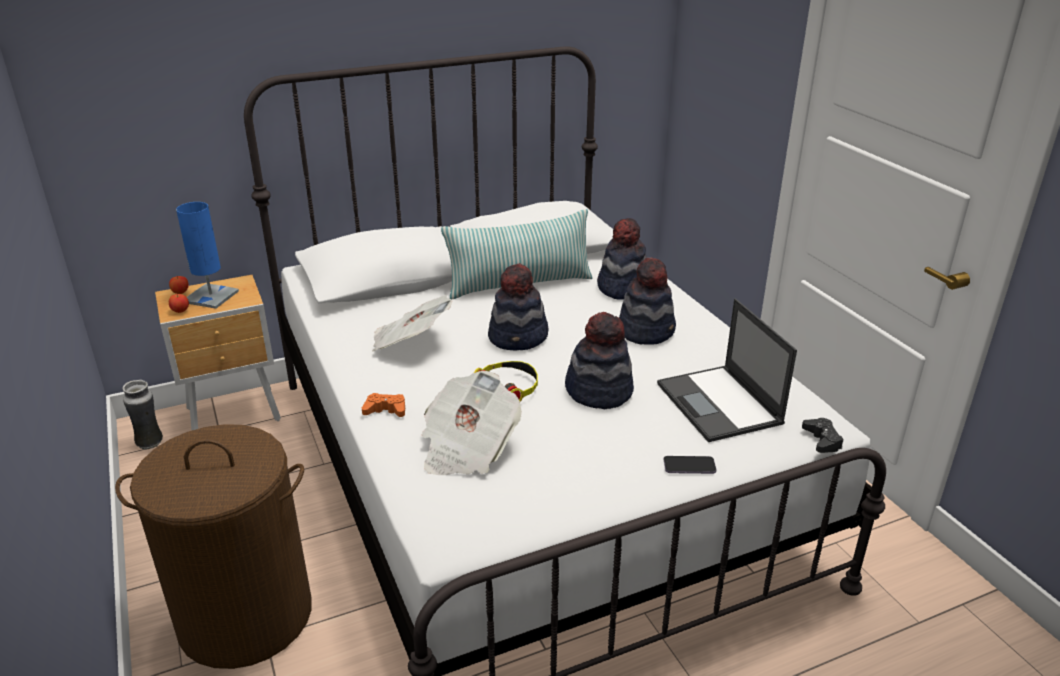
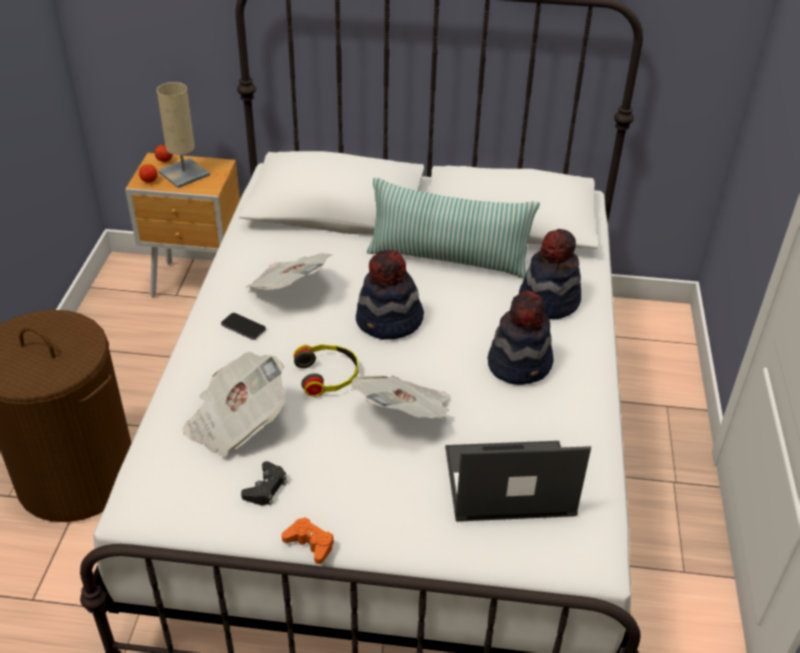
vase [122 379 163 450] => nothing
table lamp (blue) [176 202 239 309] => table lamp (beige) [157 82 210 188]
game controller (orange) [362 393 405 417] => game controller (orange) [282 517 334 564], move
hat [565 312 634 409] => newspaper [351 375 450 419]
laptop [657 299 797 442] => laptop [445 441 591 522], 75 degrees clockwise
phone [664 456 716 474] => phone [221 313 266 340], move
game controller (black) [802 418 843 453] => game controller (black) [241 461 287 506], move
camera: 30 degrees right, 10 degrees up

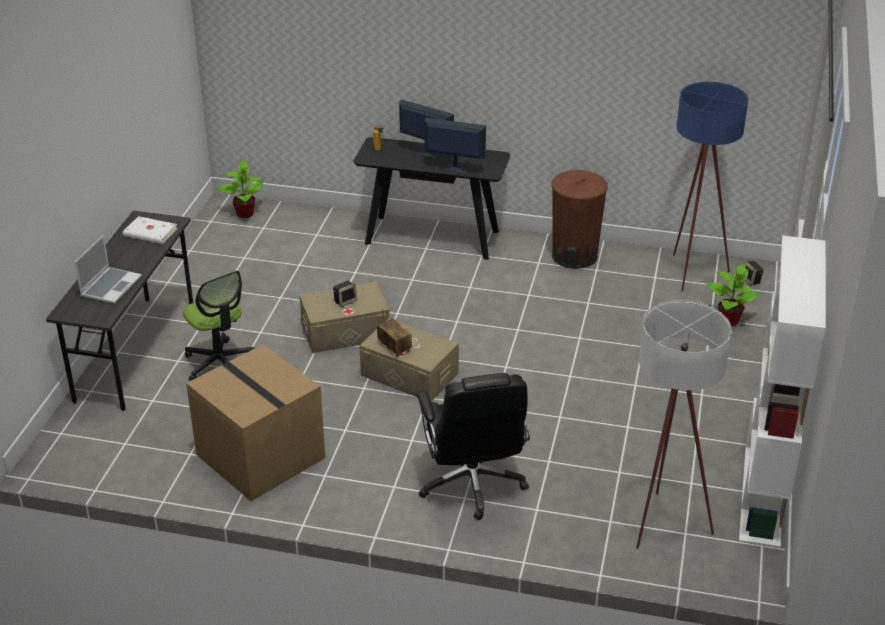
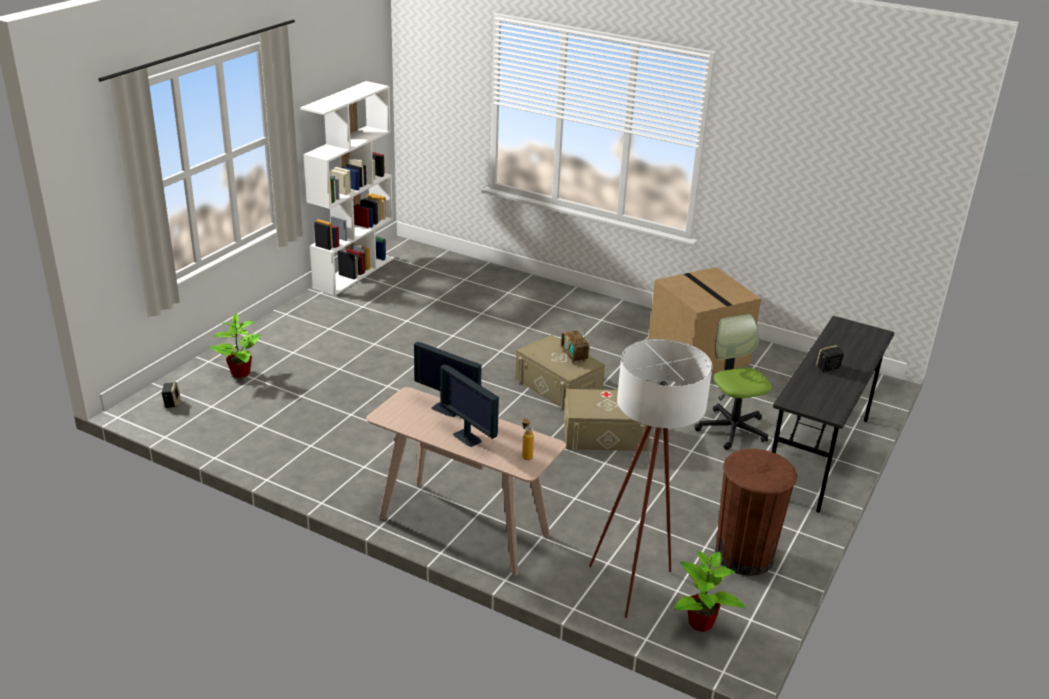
laptop [74 235 142 304] => nothing
book (white) [123 216 177 244] => nothing
speaker [333 281 357 307] => speaker [816 345 844 372], move
console table (black) [353 137 510 260] => console table (beige) [366 387 566 576]
office chair (black) [417 373 530 520] => nothing
trash can (brown) [552 170 608 269] => trash can (brown) [715 449 797 576], move
floor lamp (white) [636 300 732 549] => floor lamp (white) [589 339 713 618], move
floor lamp (blue) [673 82 749 292] => nothing
camera: 165 degrees left, 5 degrees down

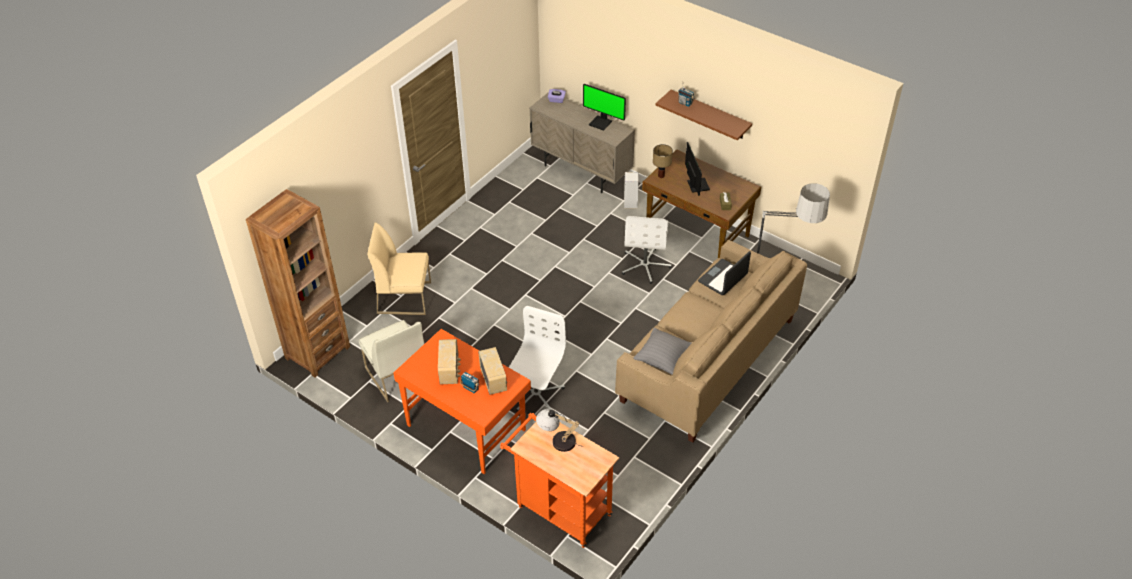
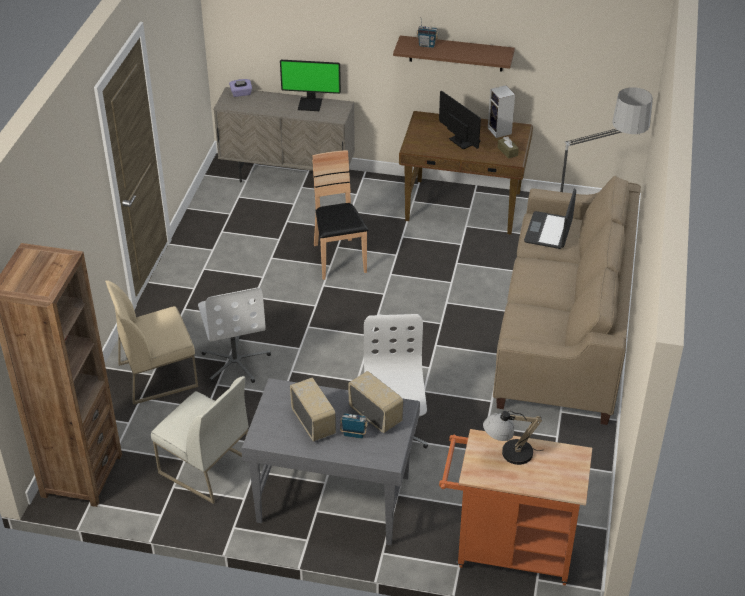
desk (orange) [393 329 531 474] => desk (grey) [241 378 420 545]
office chair (white) [622 216 672 284] => office chair (white) [198 288 271 383], move
speaker [624 172 639 209] => speaker [488 85 515 138], move
pillow (grey) [633 328 692 375] => nothing
table lamp [653 144 673 178] => nothing
nothing => chair (brown) [312 150 368 280]
camera: 25 degrees left, 5 degrees down

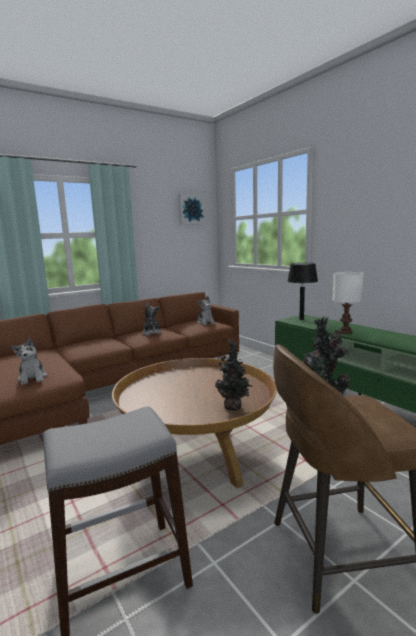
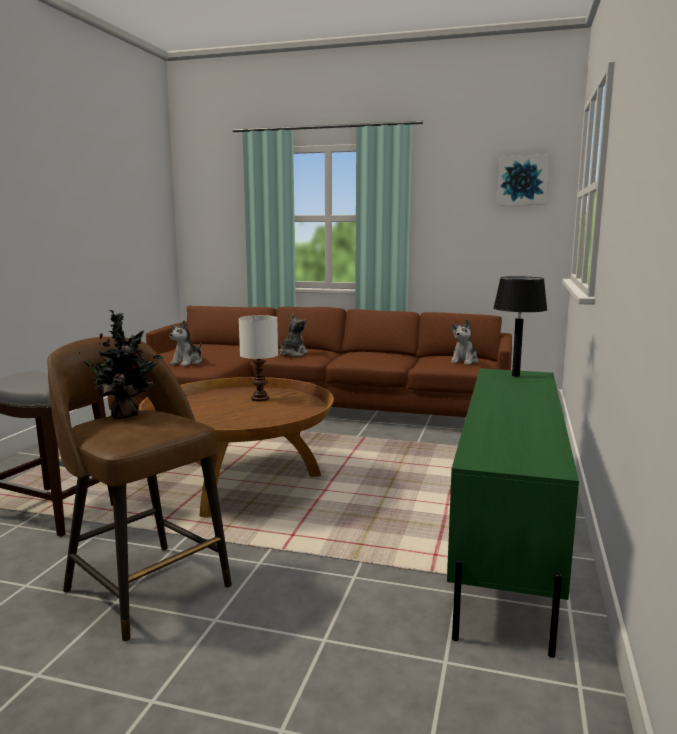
plush toy [142 303 161 335] => plush toy [280 313 308 356], move
potted plant [215 339 253 411] => nothing
table lamp (white) [333 272 364 334] => table lamp (white) [239 315 278 402], move
camera: 50 degrees right, 0 degrees up

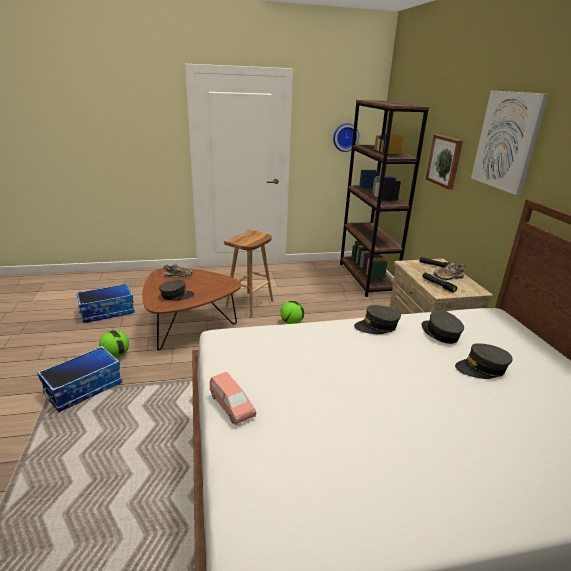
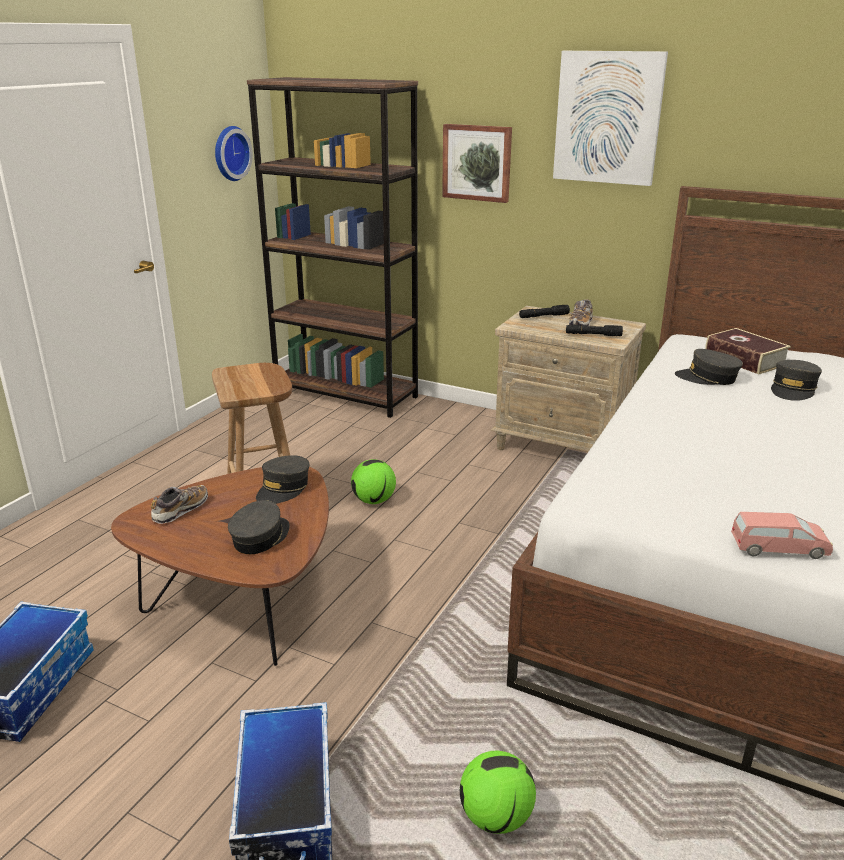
football [99 330 129 358] => football [460 750 536 834], move
cap (grey) [354 305 401 334] => cap (grey) [256 455 309 504], move
nothing => book [705 328 791 374]
camera: 50 degrees left, 0 degrees up

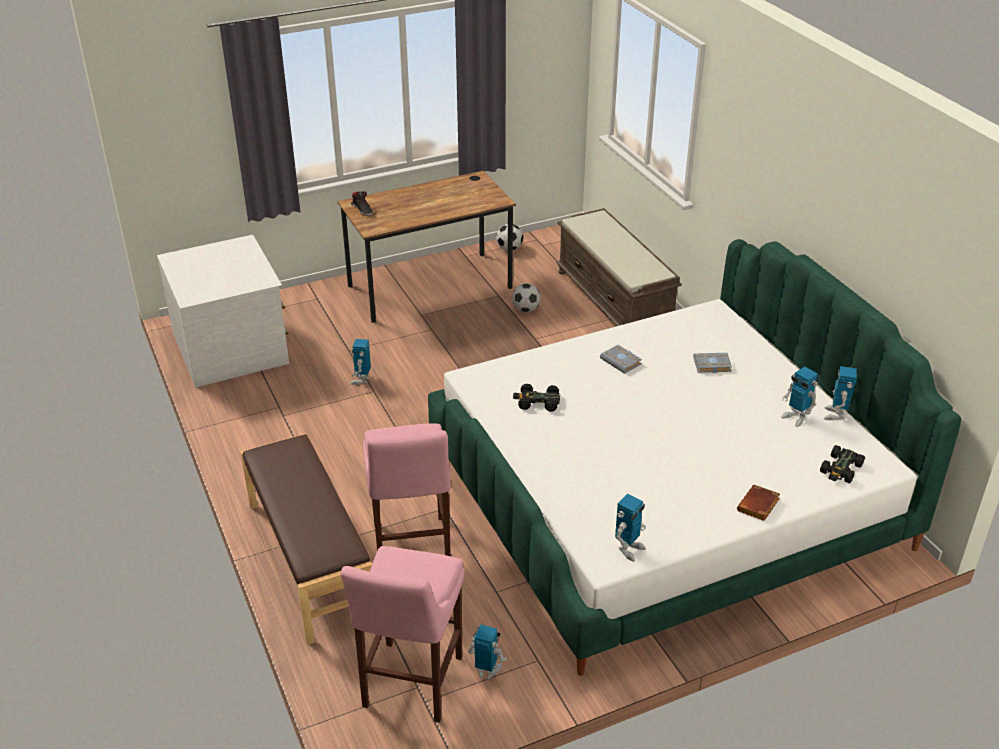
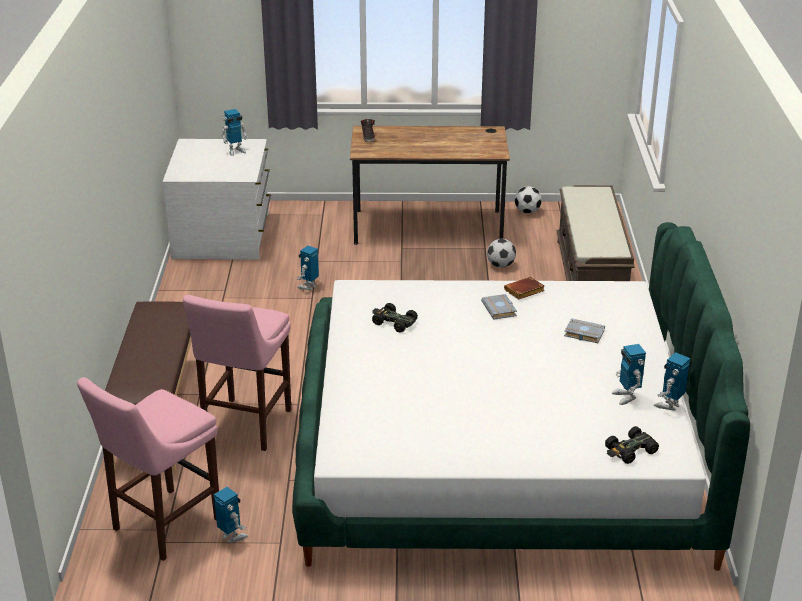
toy robot [615 494 646 562] => toy robot [221 109 248 156], move
book (brown) [737 485 780 521] => book (brown) [504 277 545 300], move
camera: 25 degrees right, 5 degrees down

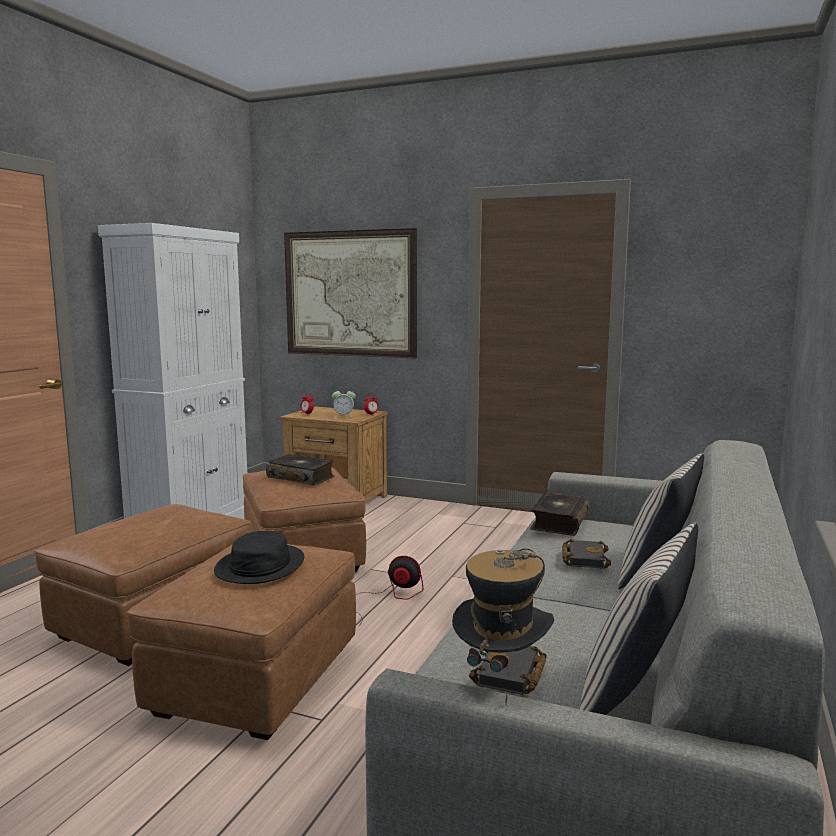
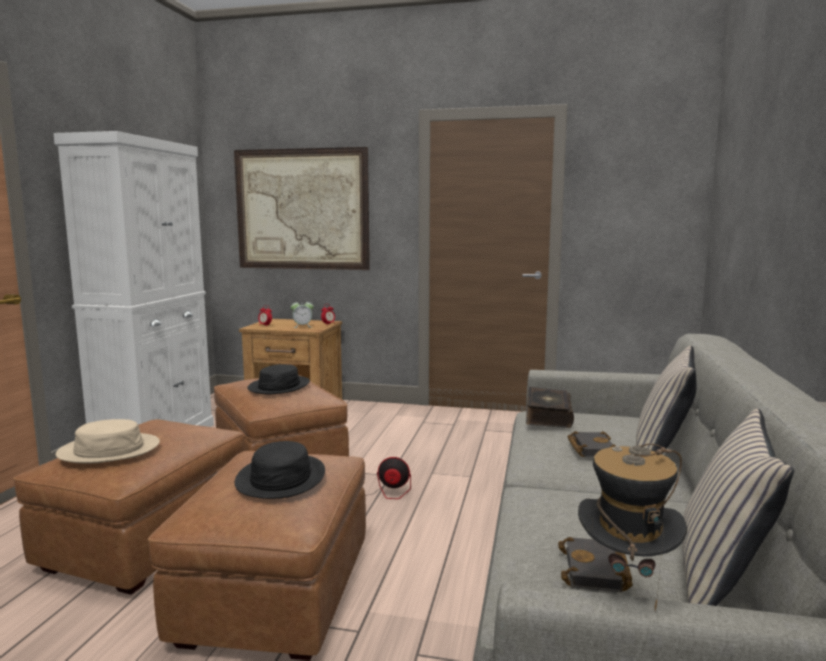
book [266 454 334 486] => hat (black) [247 364 310 394]
nothing => hat (beige) [56 419 160 464]
camera: 10 degrees left, 0 degrees up

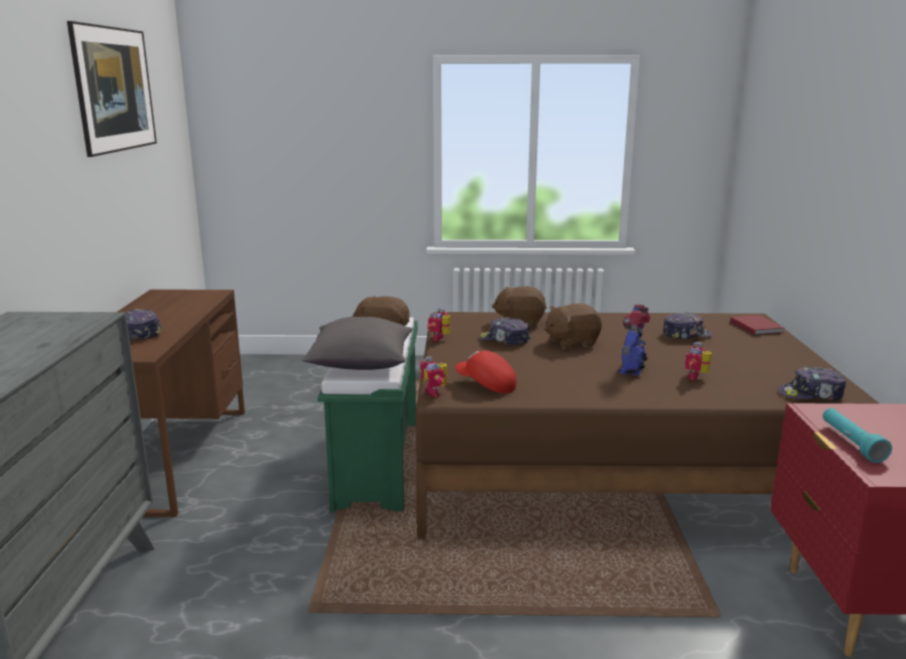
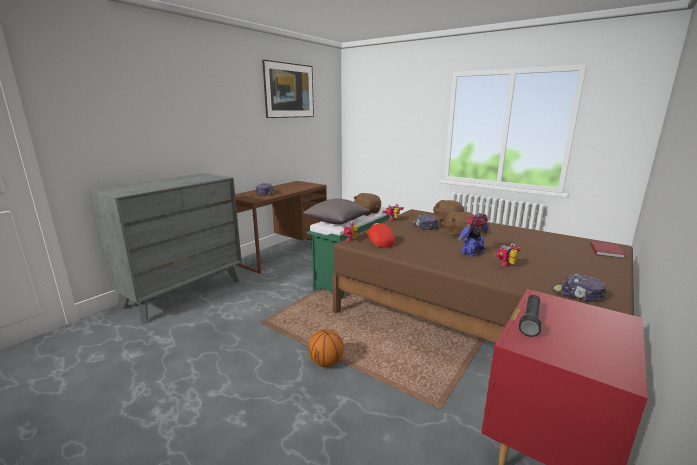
cap [663 312 713 340] => nothing
flashlight (turquoise) [823 408 892 463] => flashlight (black) [519 295 541 337]
nothing => basketball [308 329 344 367]
camera: 35 degrees right, 0 degrees up

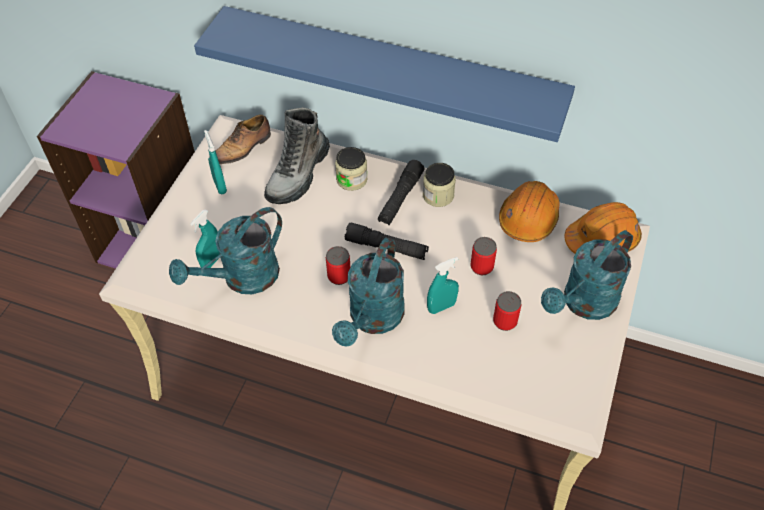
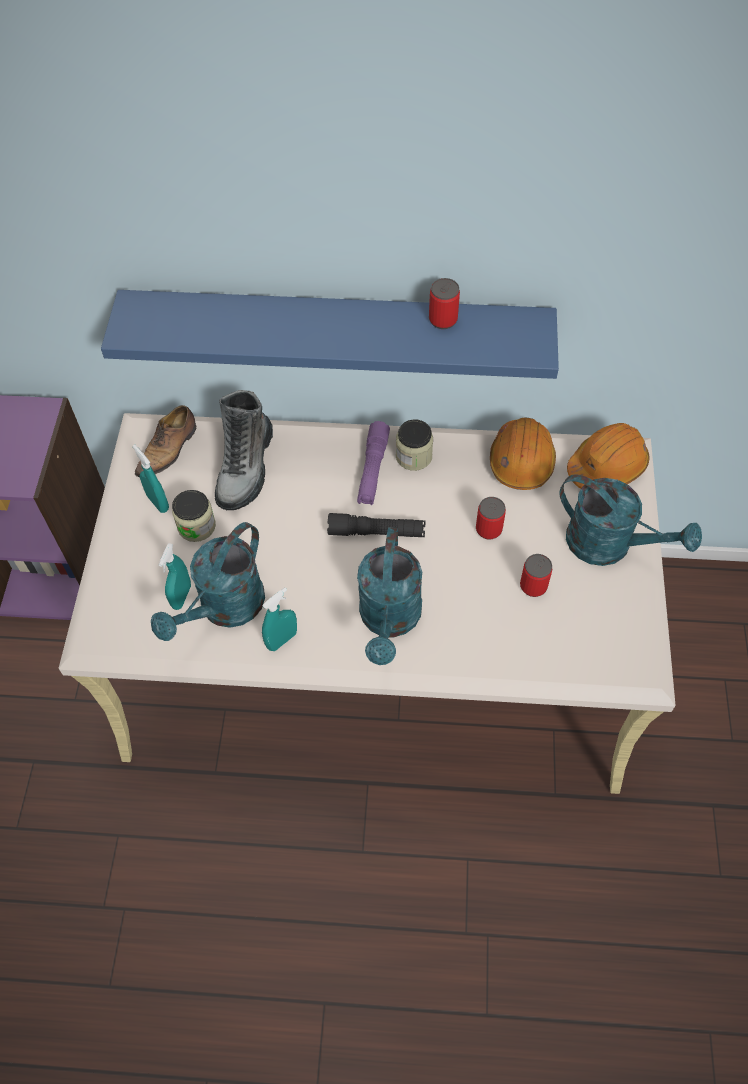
can [326 246 351 285] => can [429 278 460 329], move
jar [335 147 368 191] => jar [172 490 216 542], move
flashlight (black) [378 160 424 225] => flashlight (purple) [357 421 390 505]
spray bottle (turquoise) [427 257 459 314] => spray bottle (turquoise) [262 587 297 651], move
watering can (turquoise) [541 230 633 320] => watering can (turquoise) [559 475 702 566], 90 degrees counterclockwise
camera: 15 degrees left, 5 degrees up

